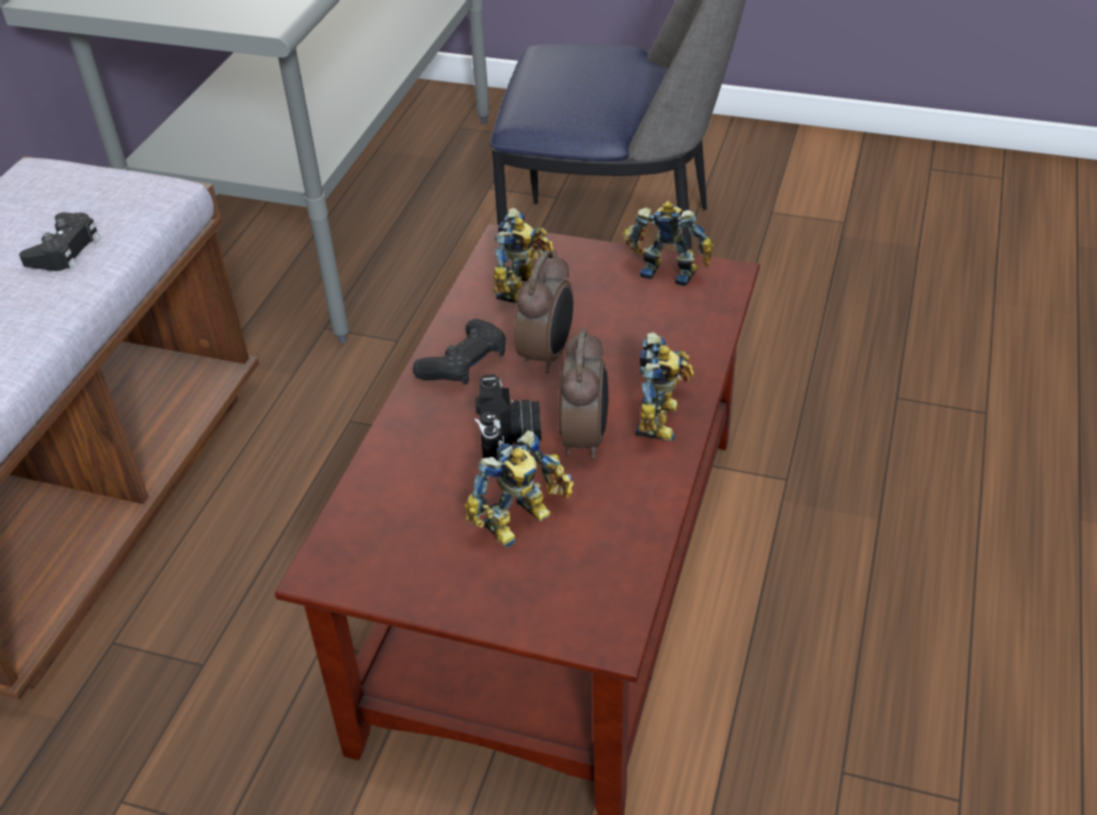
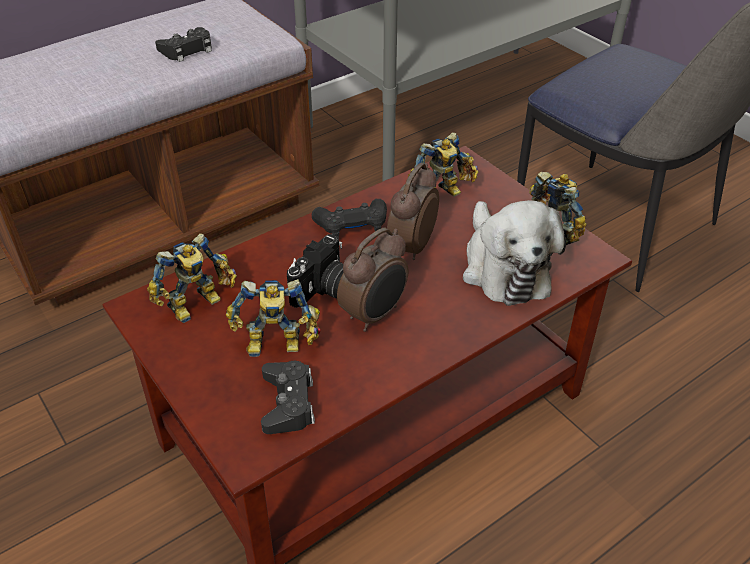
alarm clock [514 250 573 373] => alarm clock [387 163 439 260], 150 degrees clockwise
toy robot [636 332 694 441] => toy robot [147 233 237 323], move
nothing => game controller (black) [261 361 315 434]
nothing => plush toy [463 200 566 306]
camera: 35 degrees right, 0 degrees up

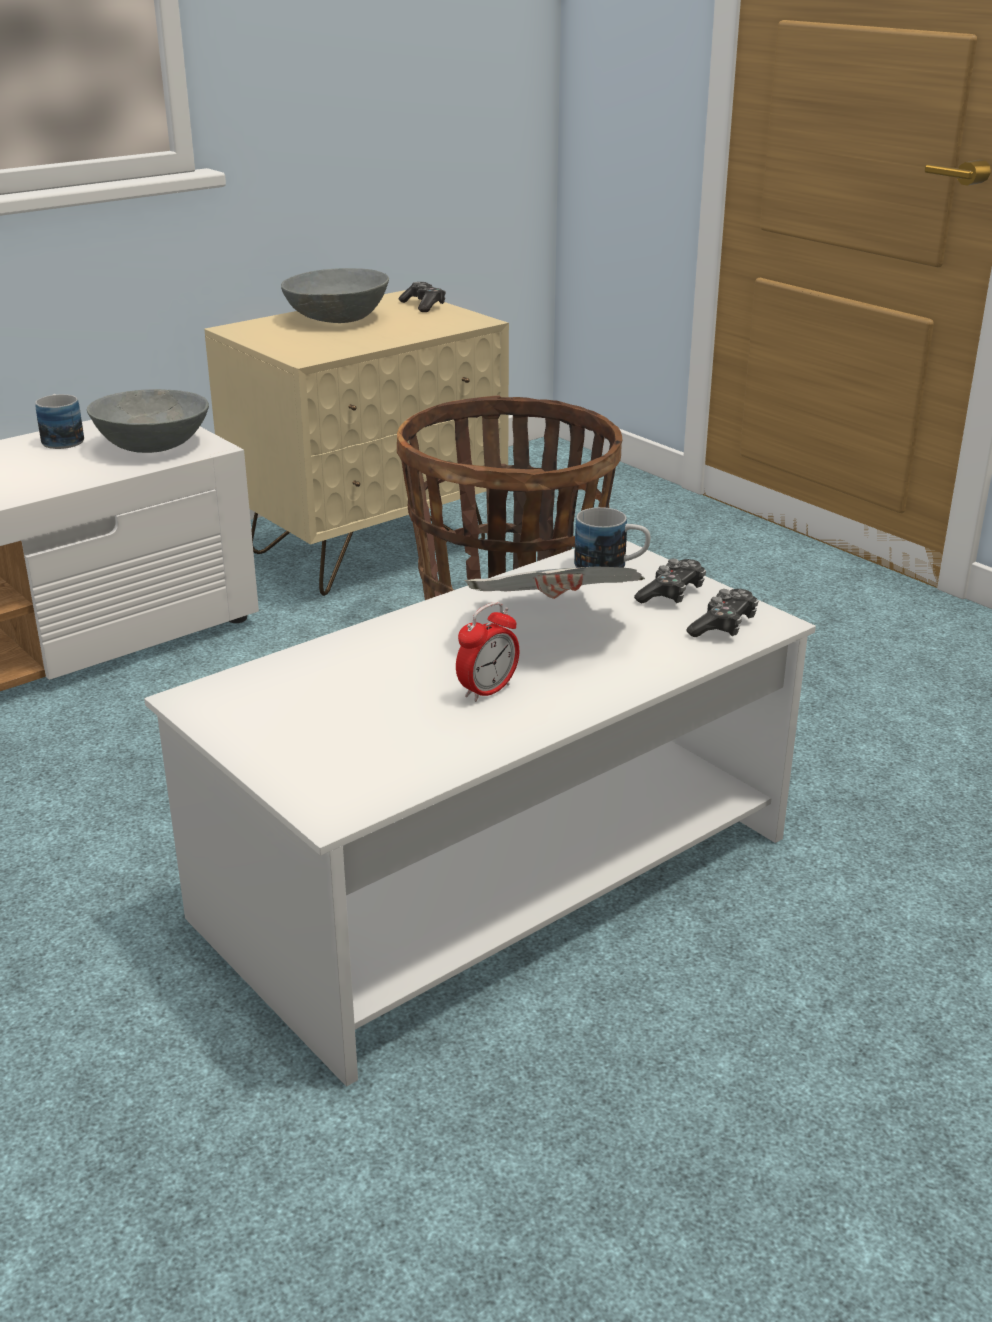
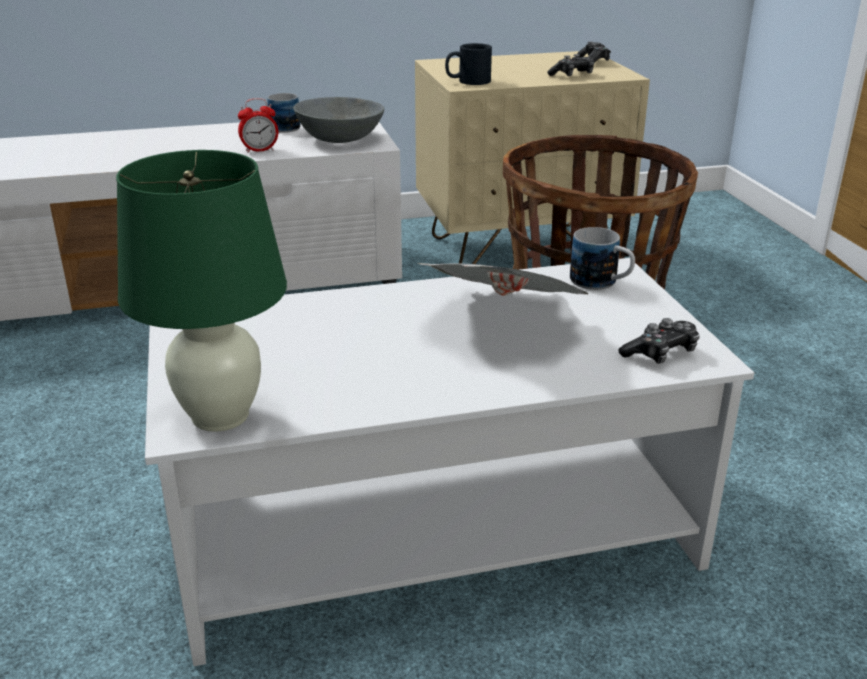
bowl (grey) [281 268 389 323] => nothing
alarm clock [456 602 519 702] => alarm clock [238 98 278 153], move
game controller [634 558 706 603] => game controller [547 54 594 76], move
nothing => table lamp (green) [116 150 287 432]
nothing => mug (black) [445 43 492 85]
camera: 25 degrees right, 0 degrees up

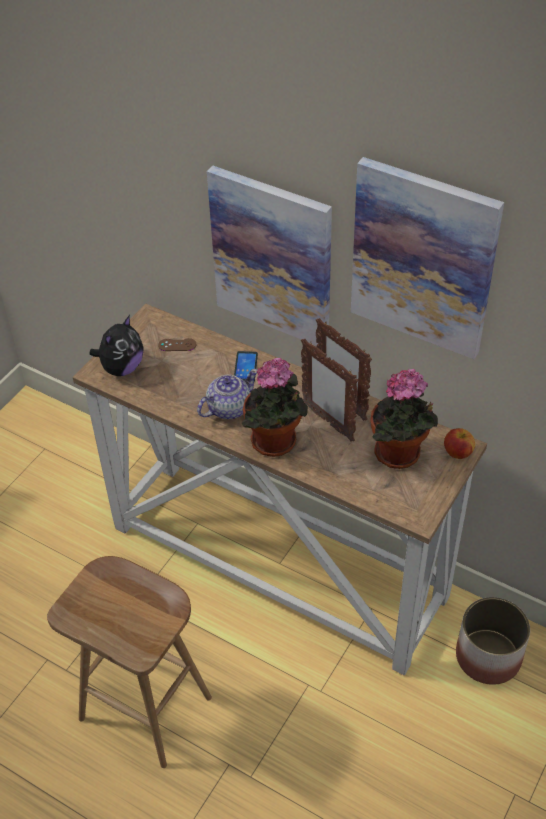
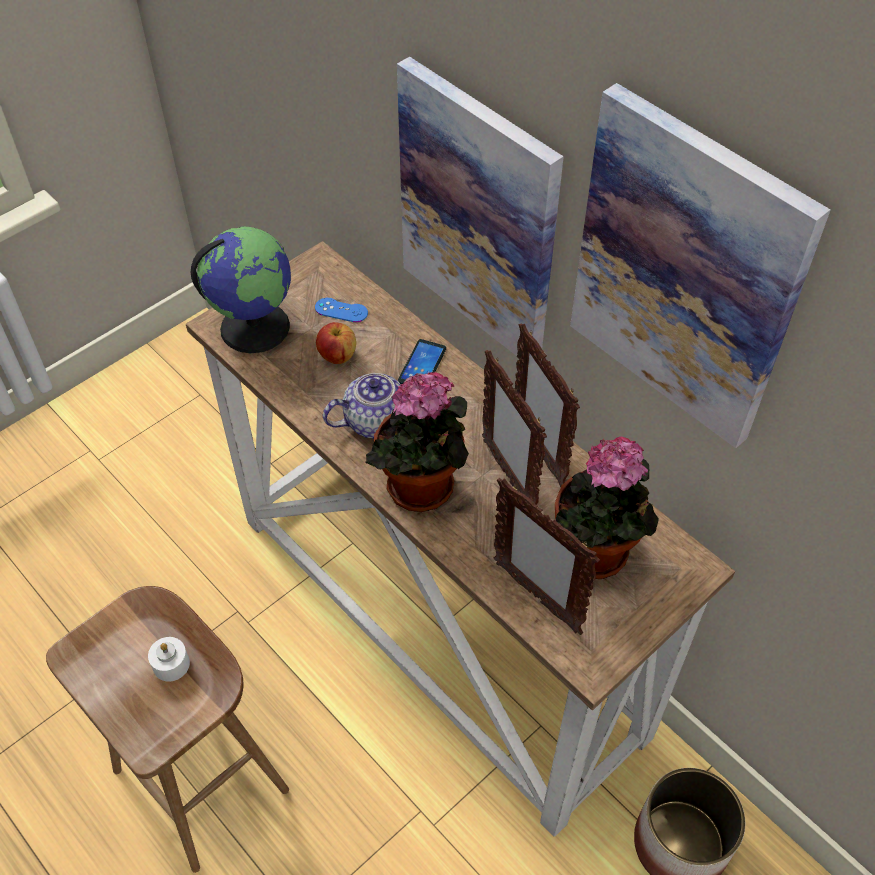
plush toy [89 315 144 376] => globe [191 227 291 353]
game controller (brown) [158 338 196 351] => game controller (blue) [315 298 368 322]
apple [444 428 475 459] => apple [316 322 356 364], move
nothing => candle (white) [148 637 190 682]
nothing => picture frame [494 478 600 635]
camera: 15 degrees right, 5 degrees up

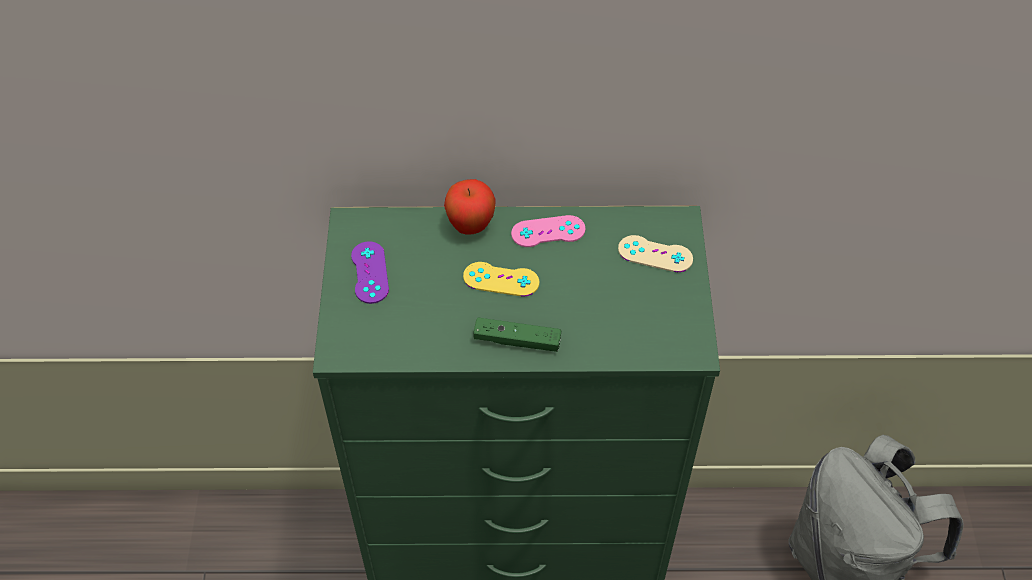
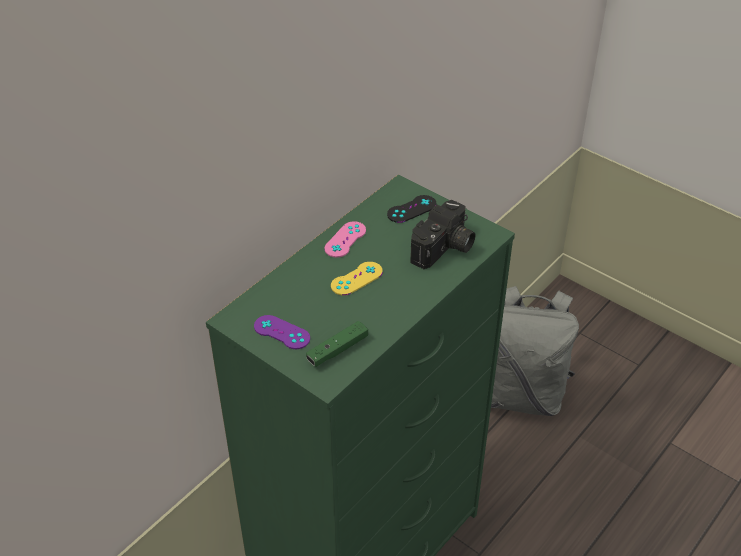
apple [444 179 496 235] => nothing
game controller (green) [473 317 561 352] => game controller (green) [306 321 368 367], move
game controller (beige) [618 235 693 272] => game controller (black) [387 195 437 223]
nothing => photo camera [410 200 475 269]
camera: 50 degrees left, 10 degrees down

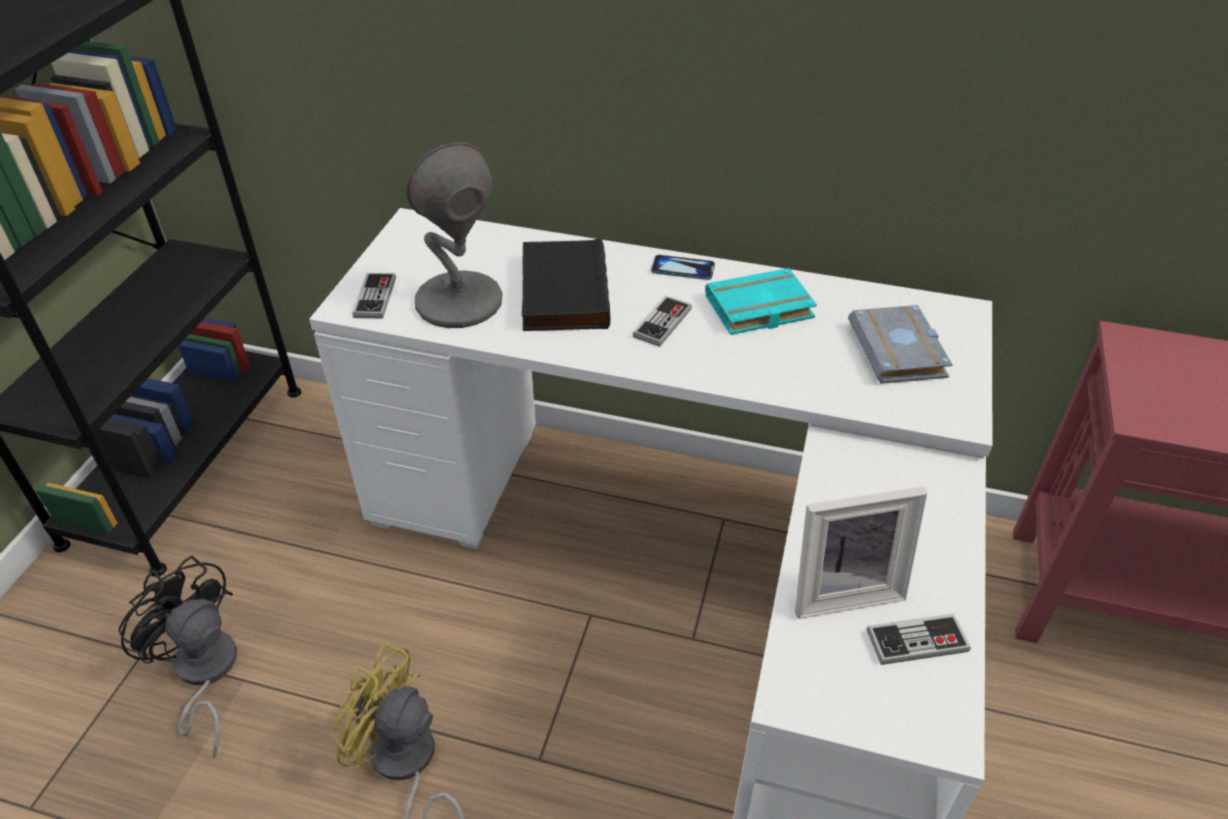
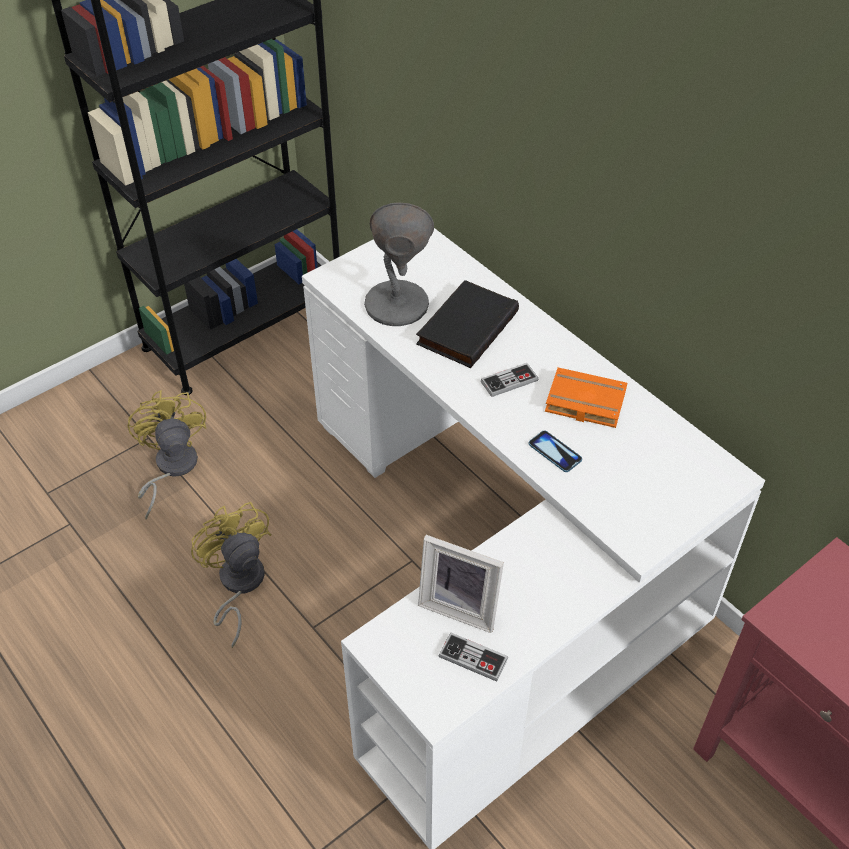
fan (black) [118 555 237 758] => fan (yellow) [128 390 206 520]
game controller [352 273 396 319] => nothing
phone [651 255 715 280] => phone [529 430 582 472], move
book (turquoise) [705 268 817 335] => book (orange) [545 367 627 428]
book (grey) [848 305 953 384] => nothing
camera: 35 degrees right, 5 degrees up

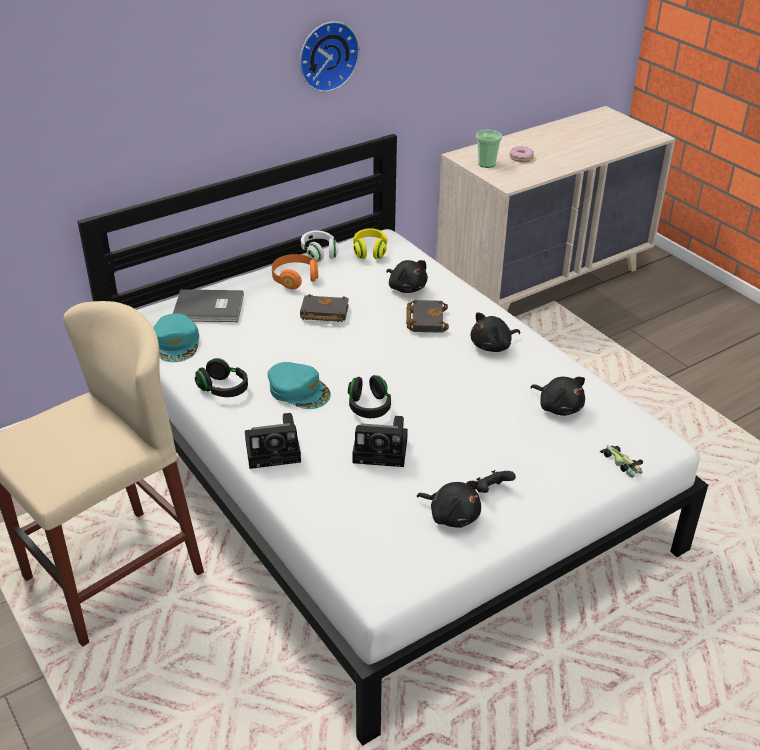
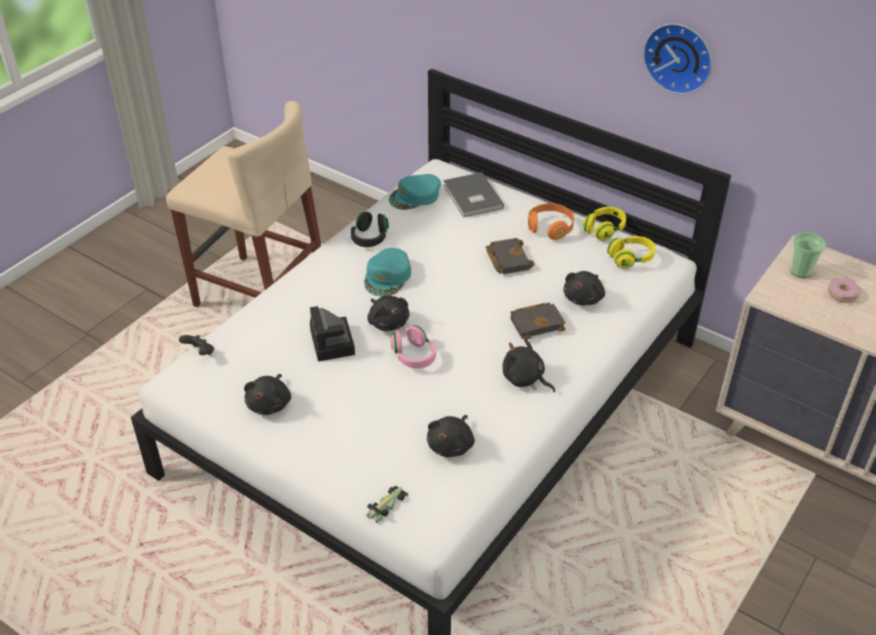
photo camera [245 413 301 469] => nothing
headphones (white) [301 231 338 262] => headphones (yellow) [583 207 626 241]
headphones (black) [348 375 391 418] => plush toy (black) [367 295 410 331]
game controller (black) [476 470 516 493] => game controller (black) [179 335 214 355], move
nothing => headphones (pink) [391 325 436 369]
camera: 70 degrees right, 5 degrees up

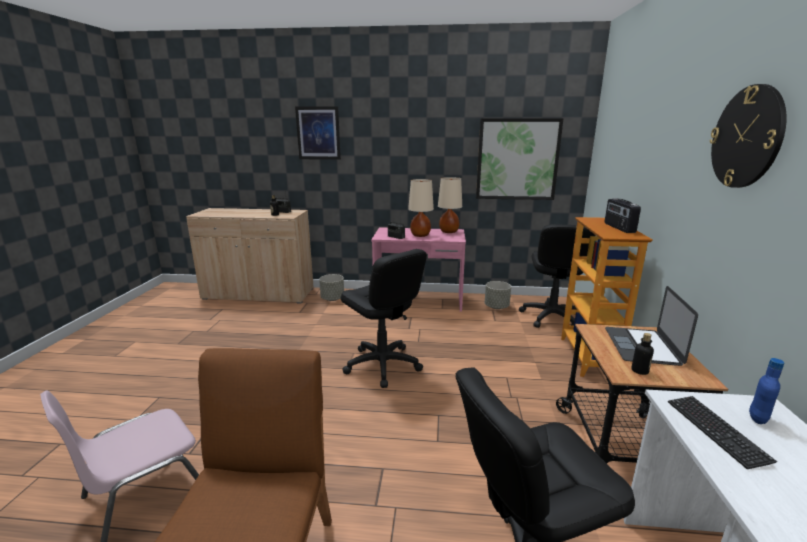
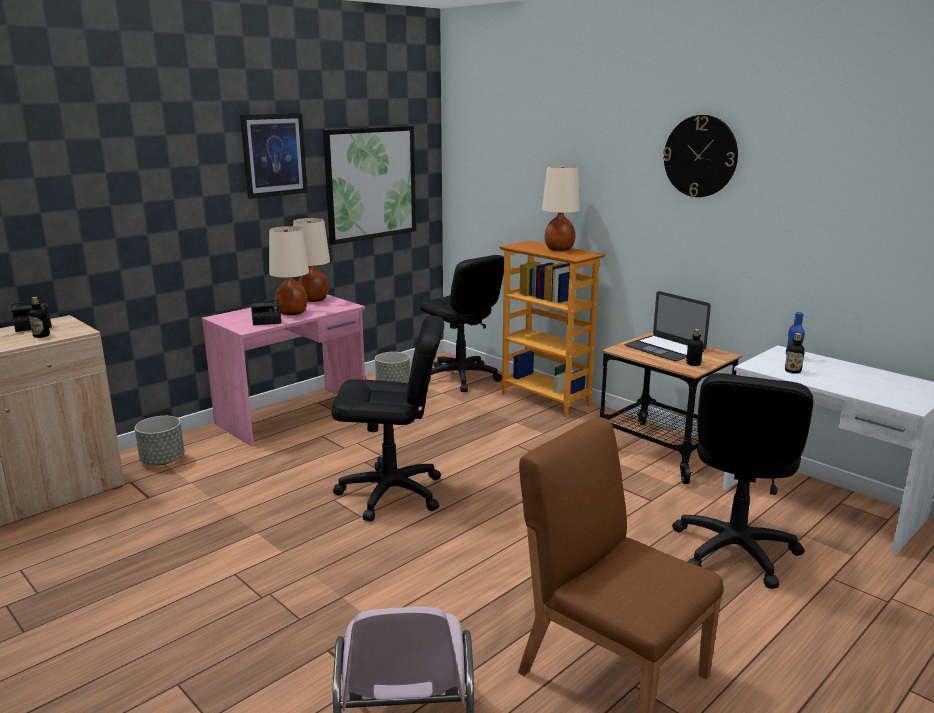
picture [295 106 341 160] => picture [240 113 308 199], move
radio [605 198 641 233] => table lamp (beige) [542 165 580 251]
keyboard [668 396 777 469] => bottle [785 333 804 374]
camera: 50 degrees left, 0 degrees up

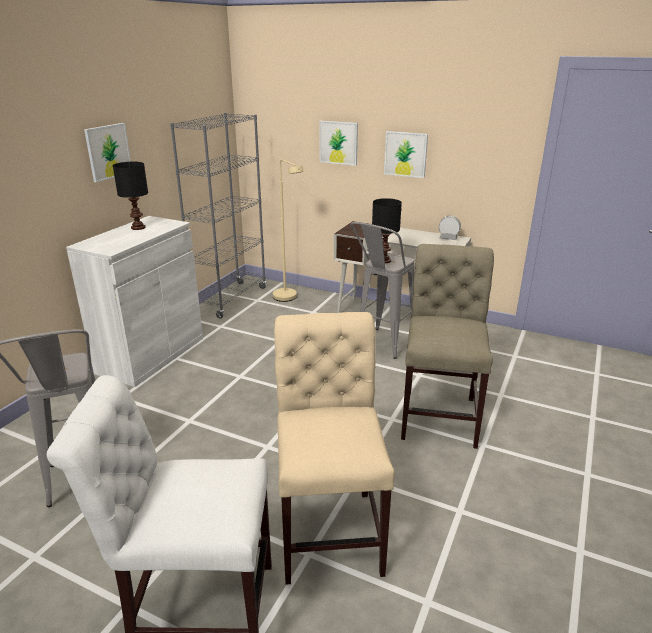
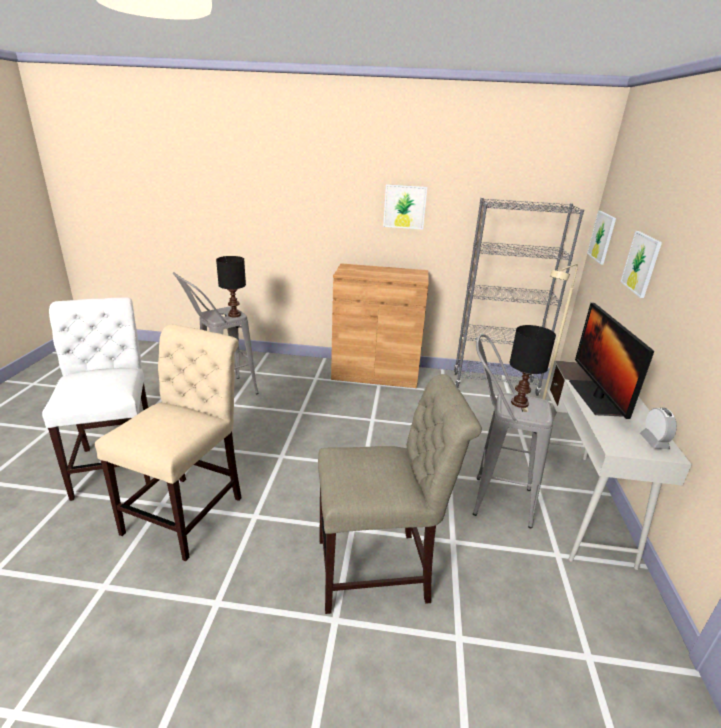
cabinet (white) [66 216 203 387] => cabinet (brown) [331 263 429 388]
table lamp (black) [113 162 148 230] => table lamp (black) [216 256 246 317], move
chair (beige) [274 312 395 585] => chair (beige) [95 324 242 561], 45 degrees counterclockwise
picture [384 131 428 178] => picture [587 211 616 264], move
nothing => monitor [569 303 654 419]
camera: 70 degrees right, 0 degrees up

